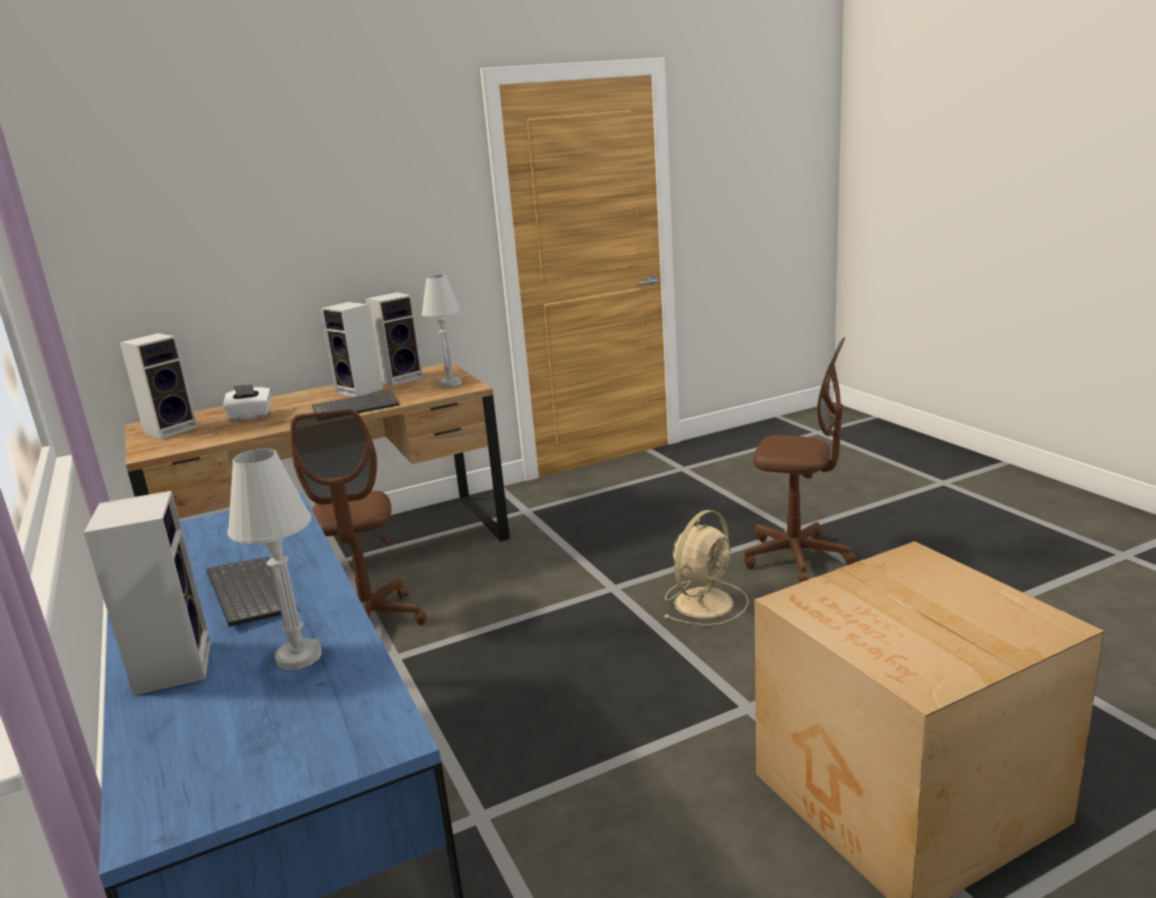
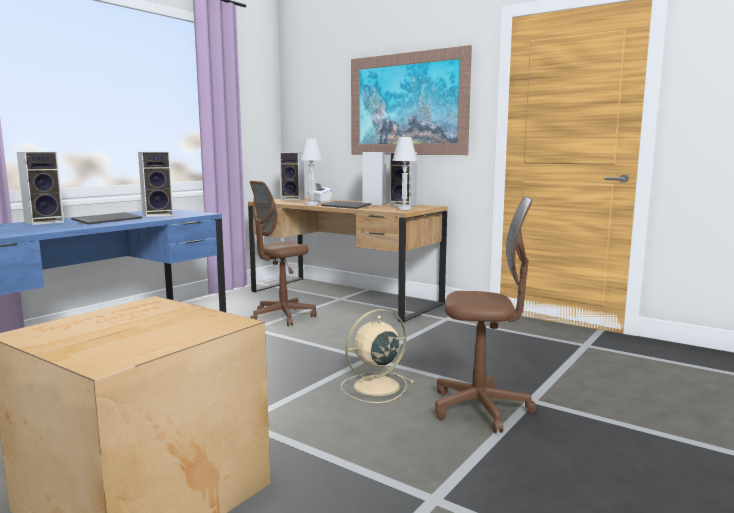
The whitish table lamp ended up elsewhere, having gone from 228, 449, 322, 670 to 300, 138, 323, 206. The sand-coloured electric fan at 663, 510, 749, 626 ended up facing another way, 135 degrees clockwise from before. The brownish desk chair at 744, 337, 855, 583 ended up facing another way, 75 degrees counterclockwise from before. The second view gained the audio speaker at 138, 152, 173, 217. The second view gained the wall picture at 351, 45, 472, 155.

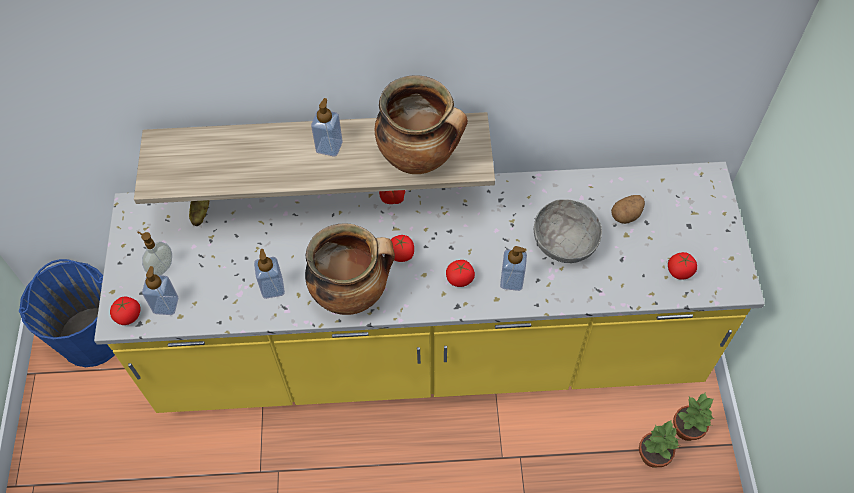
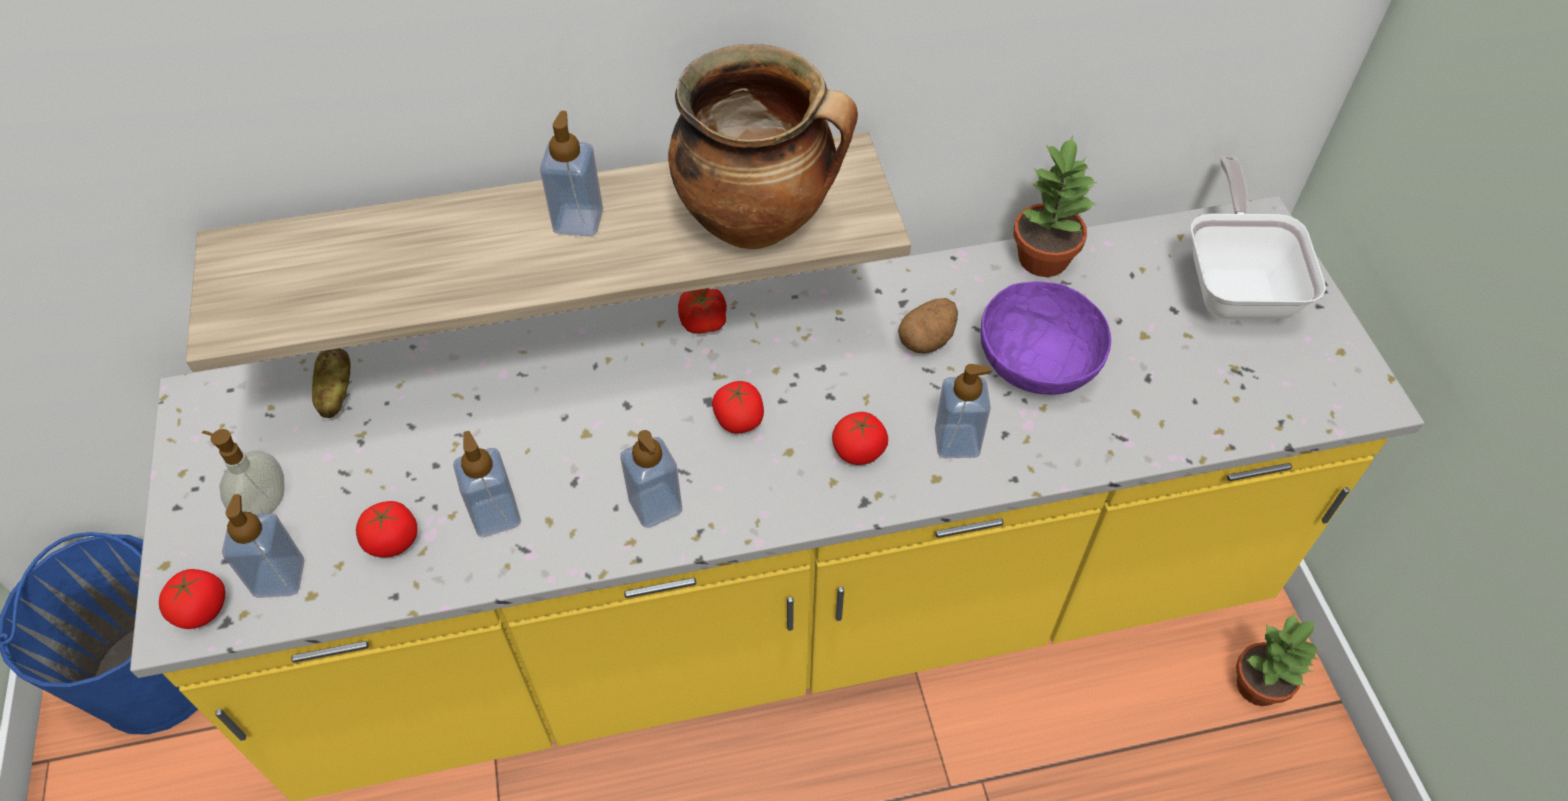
Where the cooking pot stood at 305, 223, 395, 315, the soap dispenser came to stand at 620, 430, 682, 528. What was the gray serving bowl at 534, 199, 602, 263 turned into the purplish serving bowl at 981, 281, 1111, 395. The potato ended up elsewhere, having gone from 611, 195, 645, 224 to 898, 298, 958, 354. The potted plant ended up elsewhere, having gone from 639, 420, 680, 468 to 1014, 136, 1097, 277. The tomato ended up elsewhere, having gone from 668, 252, 697, 280 to 356, 501, 418, 558. The second view gained the pan at 1191, 156, 1326, 320.

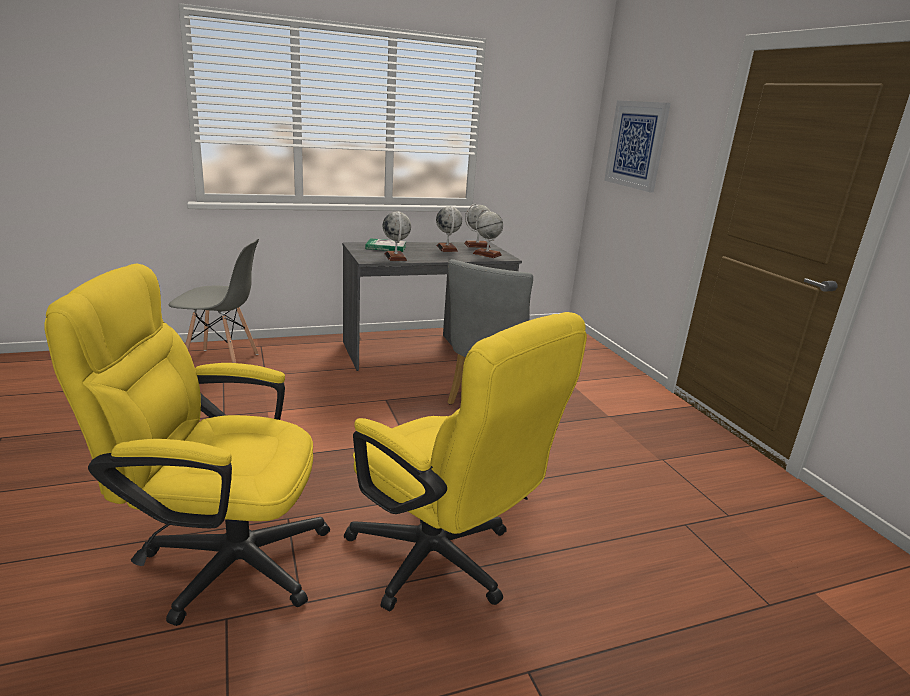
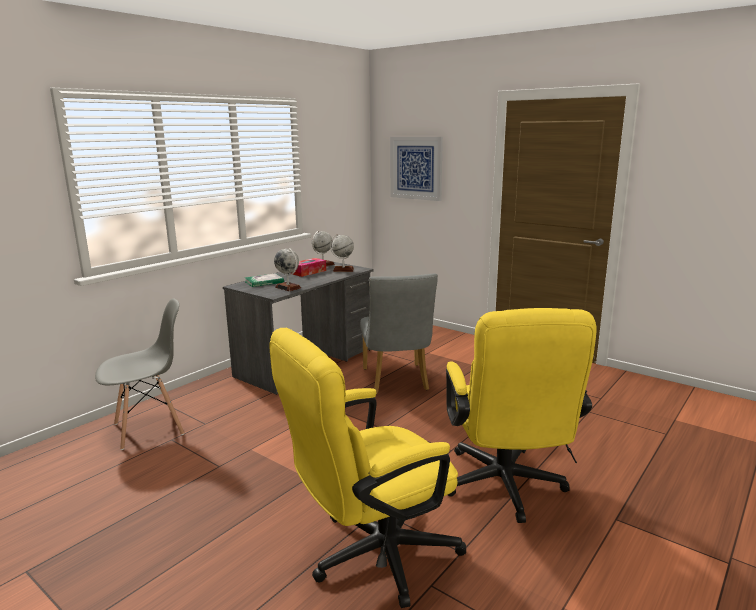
The yellow desk chair at 344, 312, 587, 611 ended up facing another way, 75 degrees clockwise from before. Where the globe stood at 436, 206, 462, 252, the box of tissues came to stand at 291, 258, 326, 277.

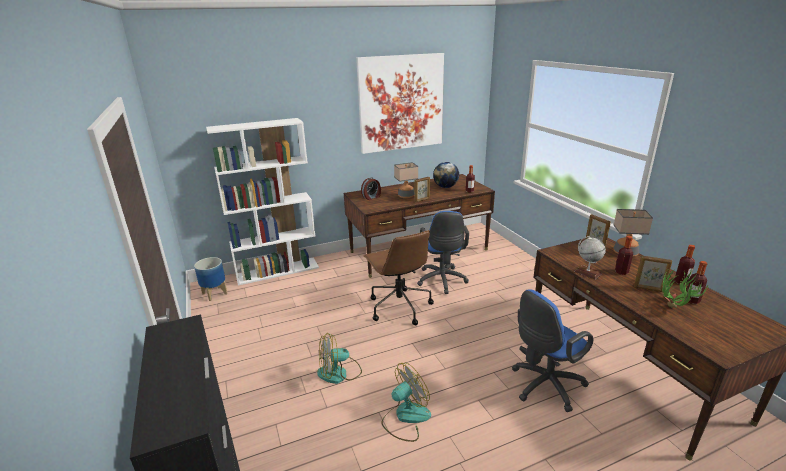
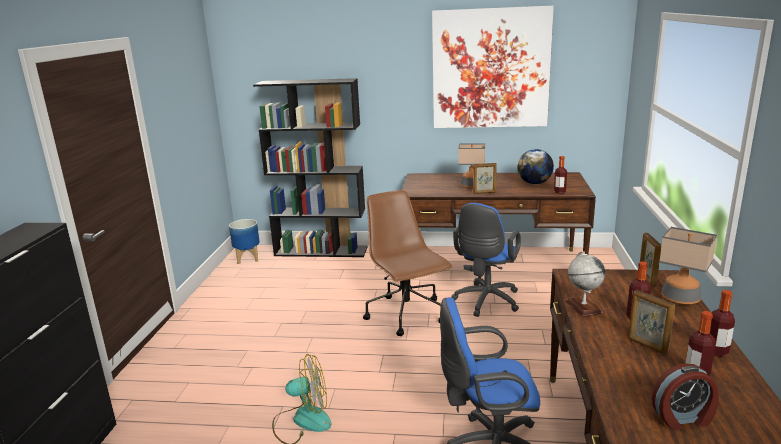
What was the whitish bookcase at 206, 118, 319, 286 turned into the blackish bookcase at 253, 78, 368, 257. The second view lost the electric fan at 317, 333, 362, 384. The alarm clock ended up elsewhere, having gone from 361, 178, 381, 200 to 652, 363, 719, 430. The brownish desk chair at 363, 230, 434, 325 ended up facing another way, 150 degrees clockwise from before. The second view lost the potted plant at 662, 268, 710, 308.

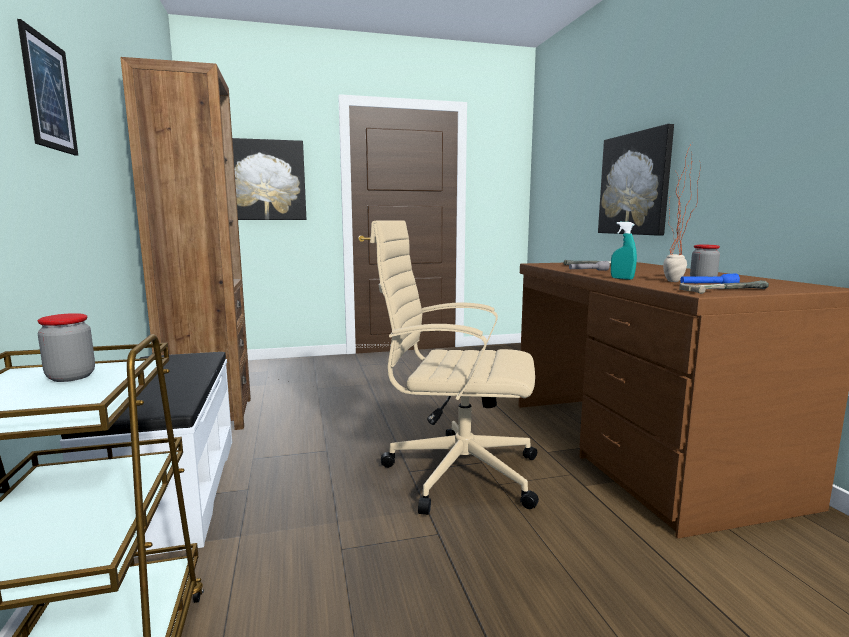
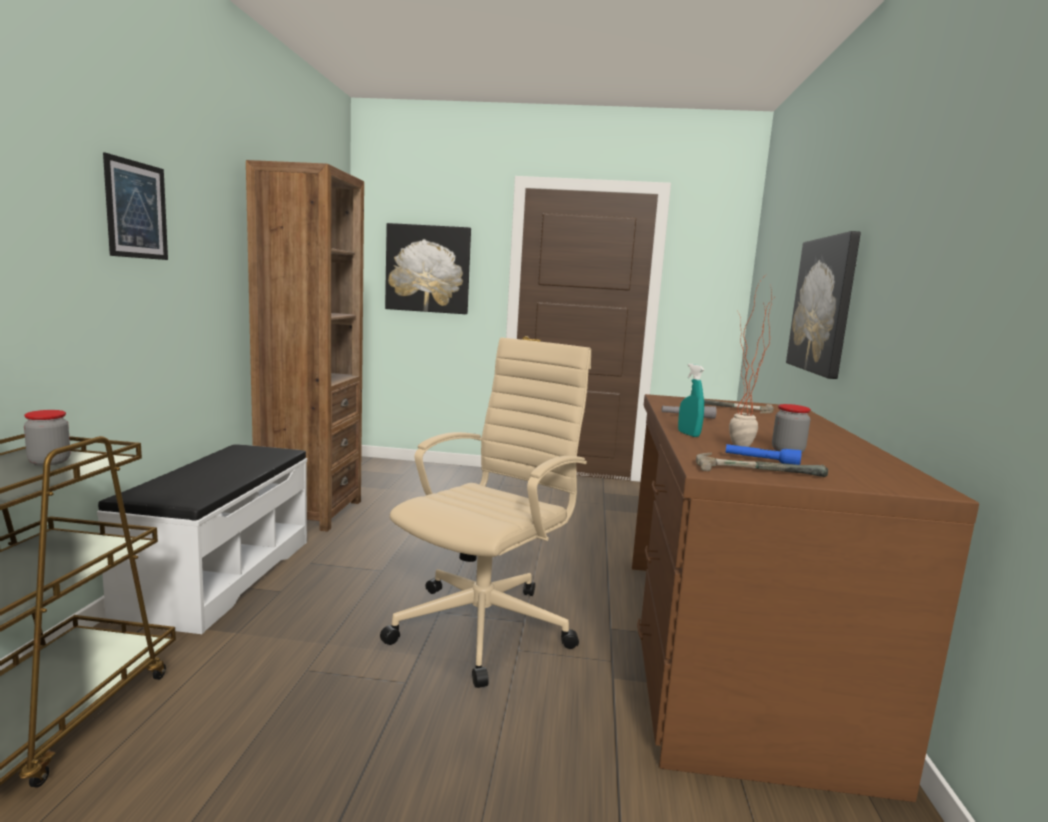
The sand-coloured desk chair at 370, 220, 539, 515 ended up facing another way, 90 degrees clockwise from before.

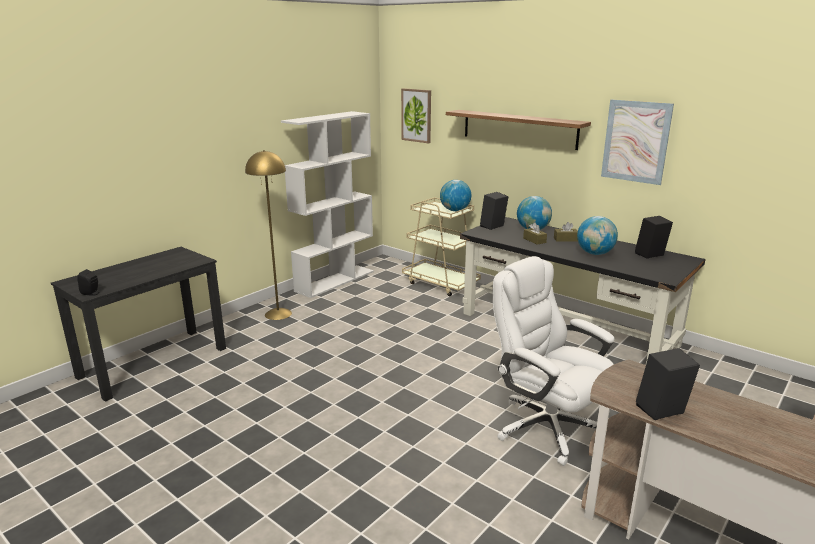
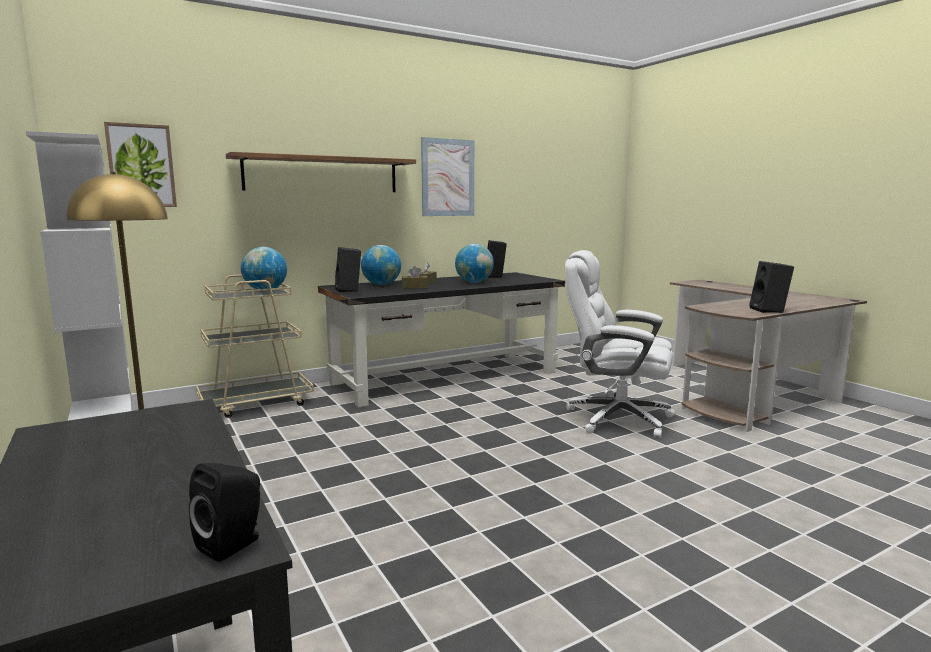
The whitish desk chair at 492, 256, 615, 466 ended up facing another way, 45 degrees clockwise from before.

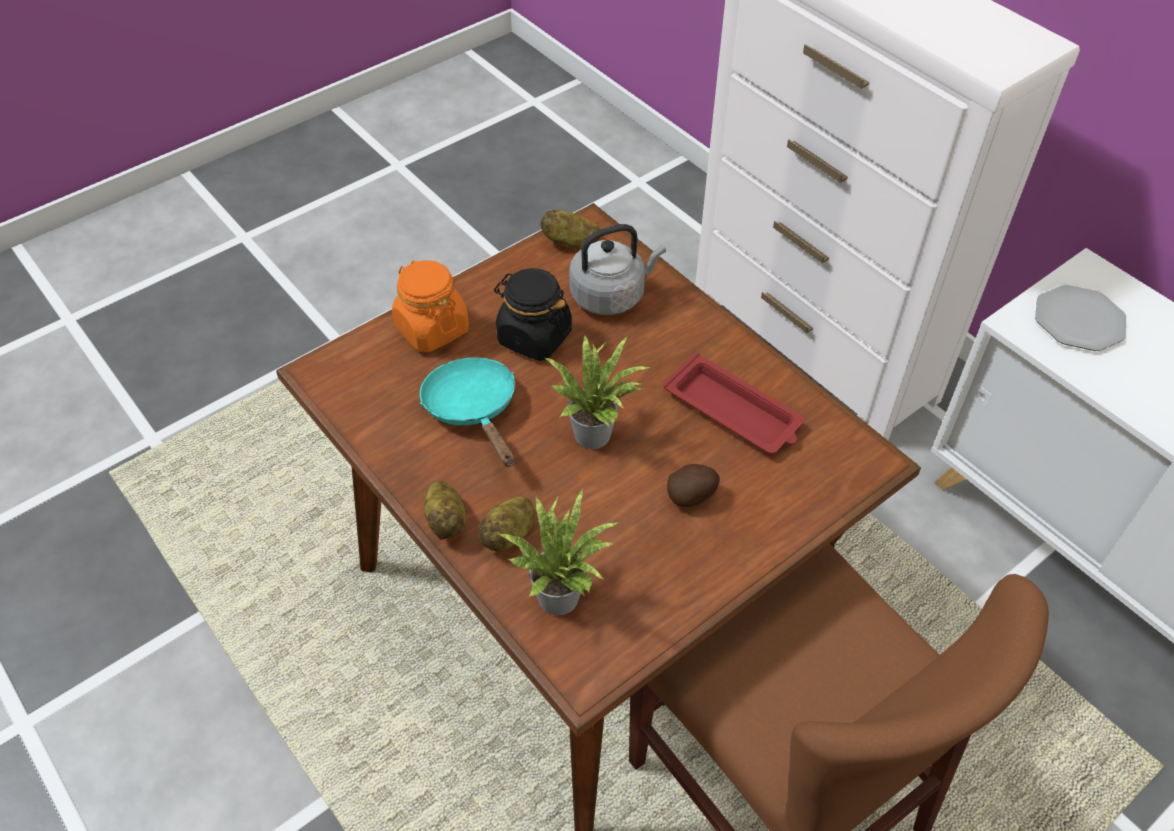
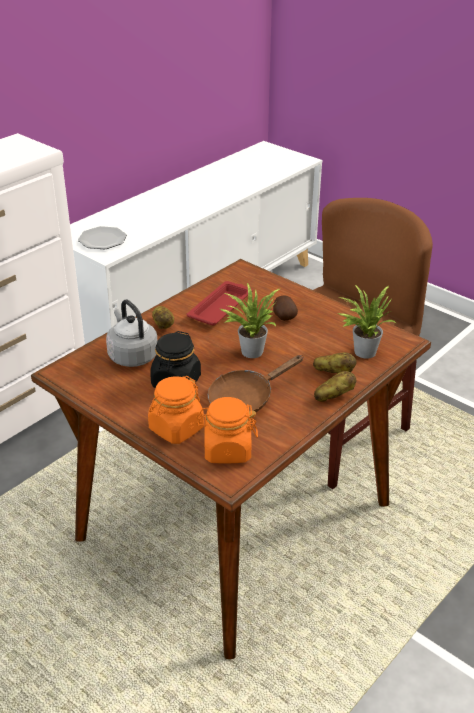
What was the turquoise pan at 420, 357, 515, 467 turned into the brownish pan at 208, 355, 304, 412. The potato ended up elsewhere, having gone from 541, 210, 600, 249 to 152, 306, 174, 329. The second view gained the orange storage jar at 196, 397, 258, 464.

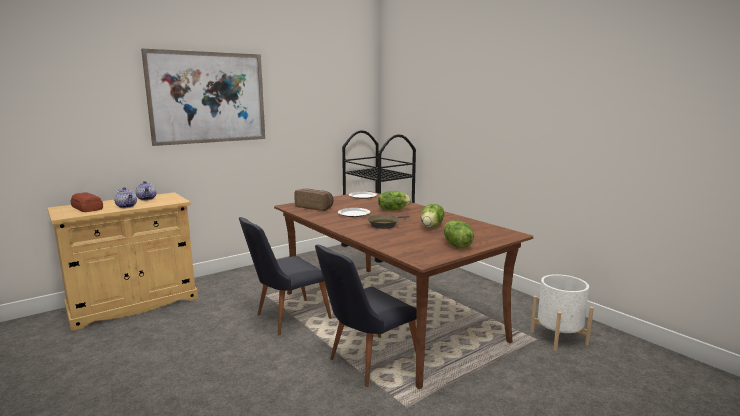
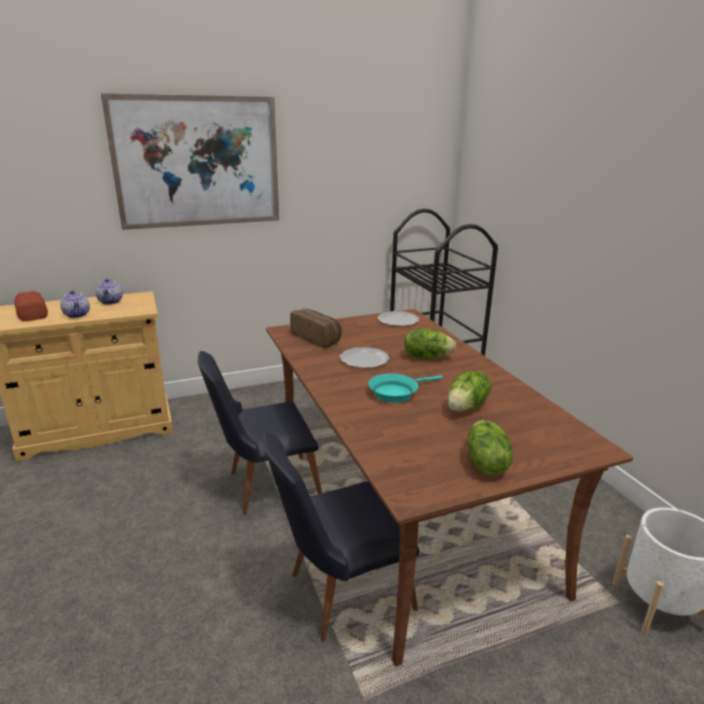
What was the brownish pan at 367, 215, 409, 229 turned into the turquoise pan at 368, 373, 442, 403.

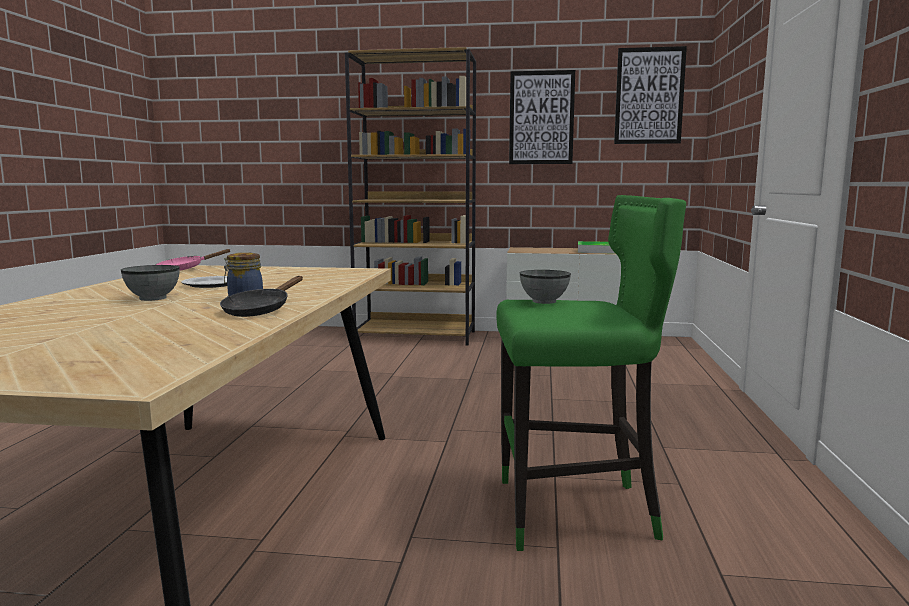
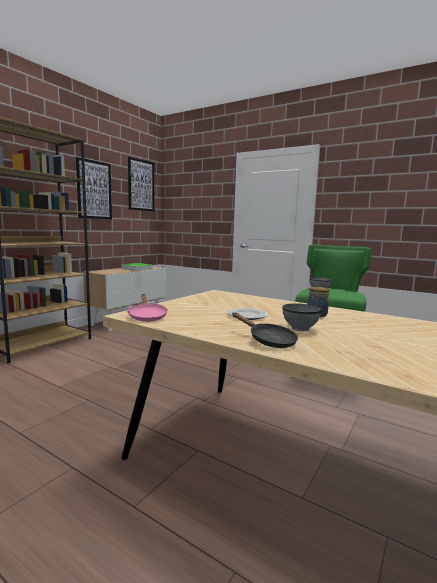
The blackish pan ended up elsewhere, having gone from 220, 276, 303, 317 to 232, 313, 298, 348.

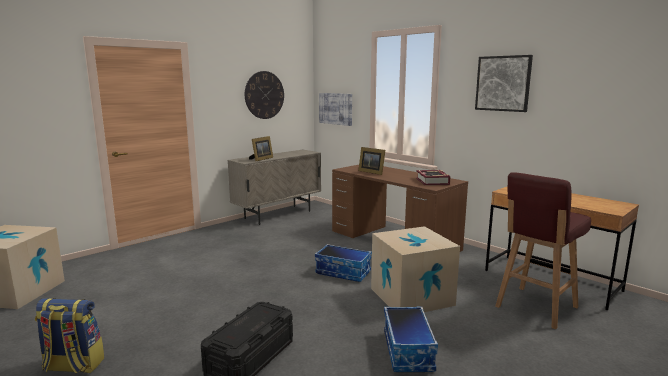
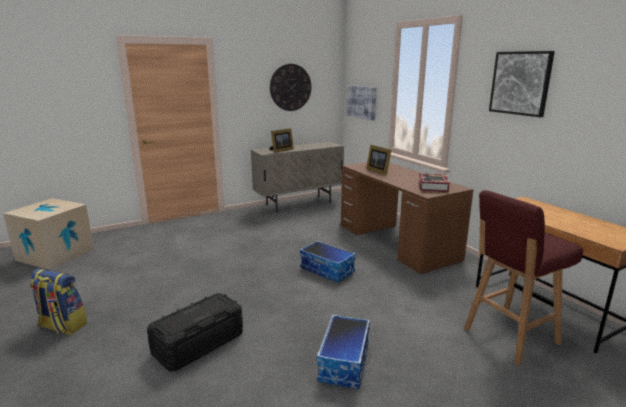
The second view lost the cardboard box at 371, 226, 460, 312.

